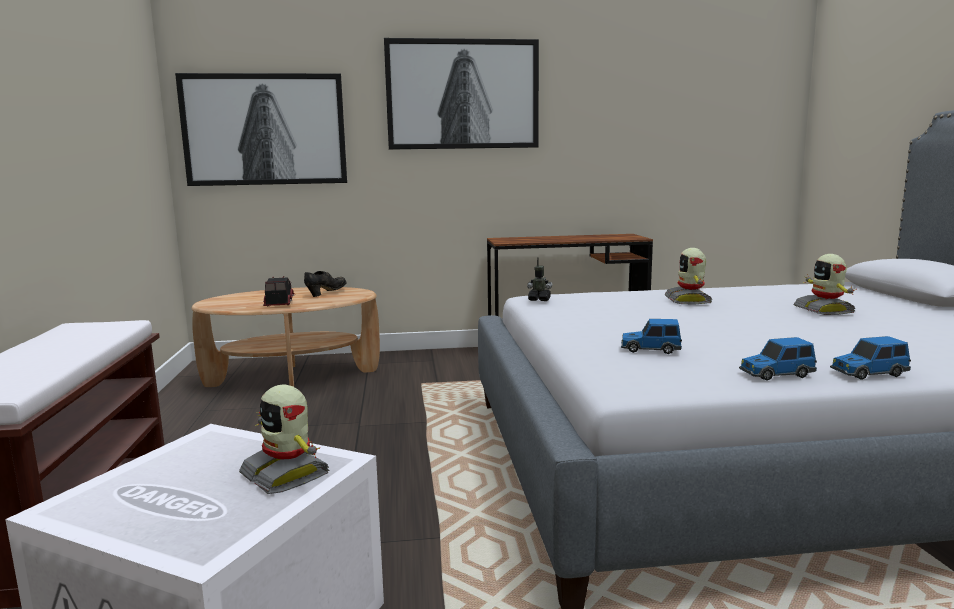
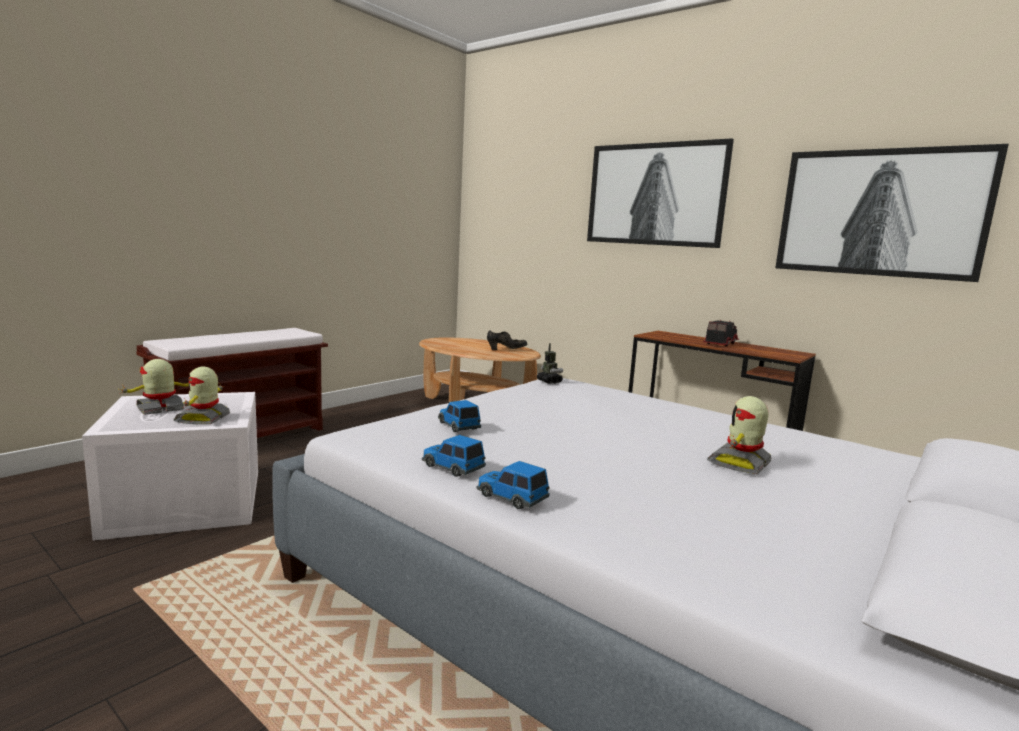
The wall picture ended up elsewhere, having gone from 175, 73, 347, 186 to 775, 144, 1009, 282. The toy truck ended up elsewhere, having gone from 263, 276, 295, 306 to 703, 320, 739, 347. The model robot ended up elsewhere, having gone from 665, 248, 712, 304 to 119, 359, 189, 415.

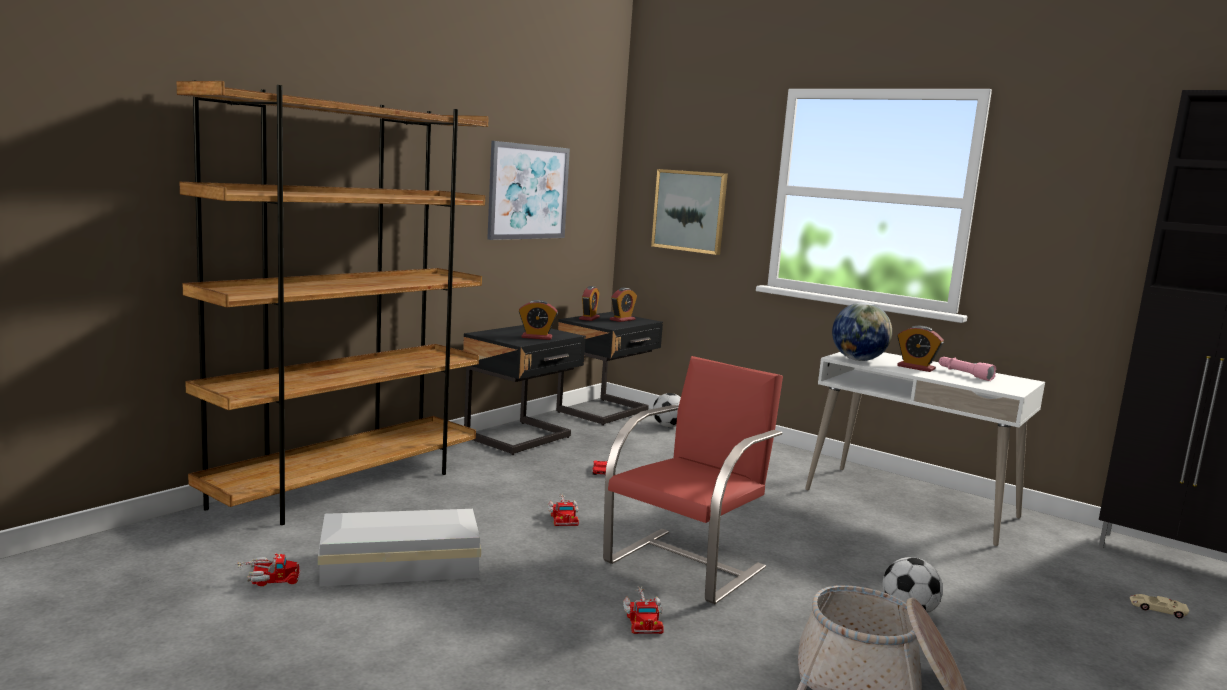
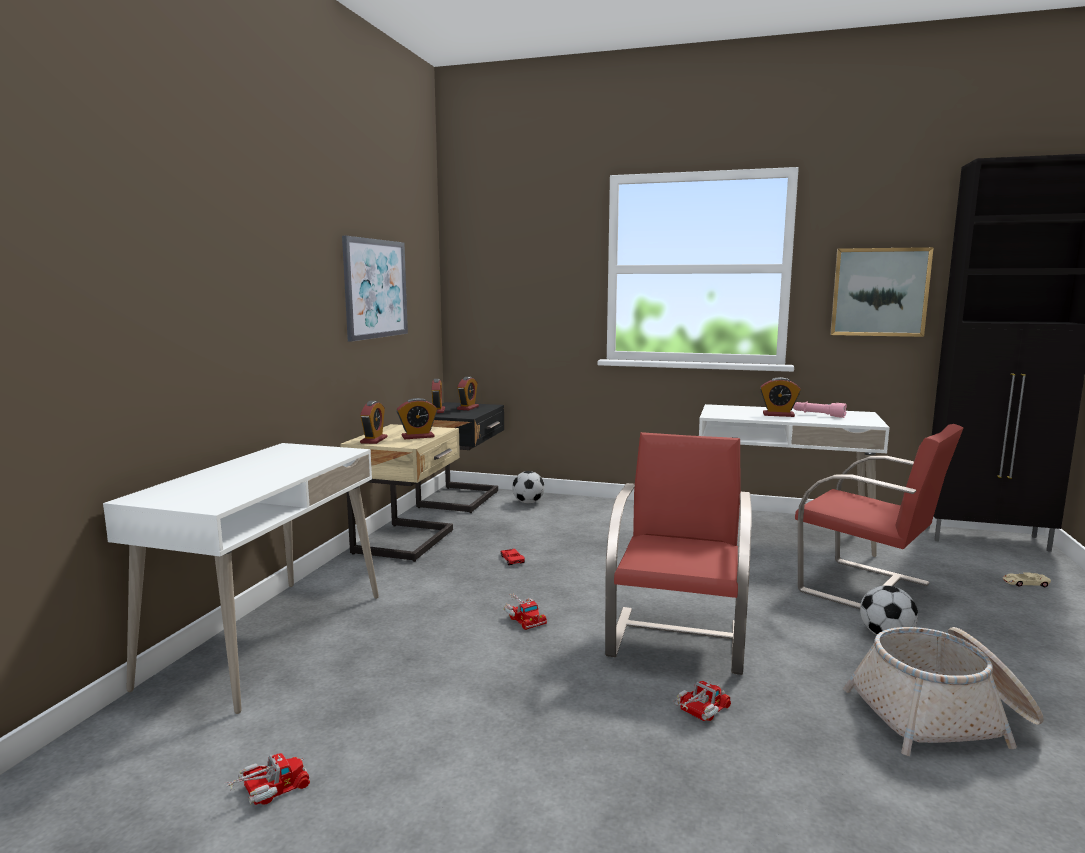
Where the brownish bookcase stood at 177, 80, 489, 525, the whitish desk unit came to stand at 103, 443, 379, 714. The second view lost the whitish storage container at 318, 509, 481, 587. What was the blackish night table at 463, 325, 586, 455 turned into the sand-coloured night table at 340, 424, 460, 562. The toy truck at 623, 586, 664, 634 ended up facing another way, 105 degrees counterclockwise from before. The wall picture ended up elsewhere, having gone from 651, 169, 728, 255 to 830, 247, 934, 337. The second view lost the globe at 832, 302, 892, 361. The second view gained the alarm clock at 360, 401, 388, 444. The second view gained the red upright chair at 795, 424, 963, 609.

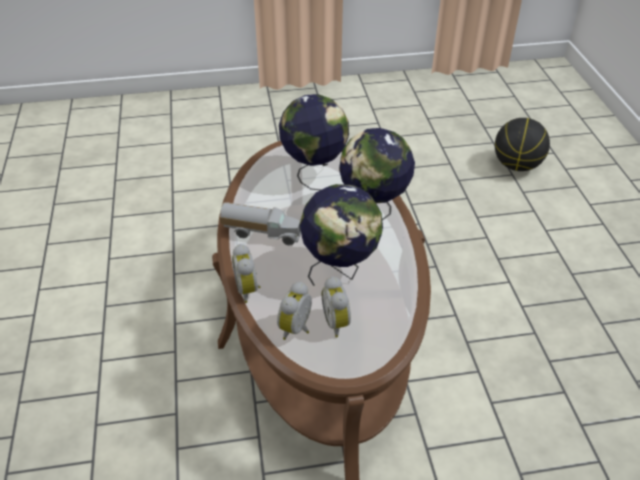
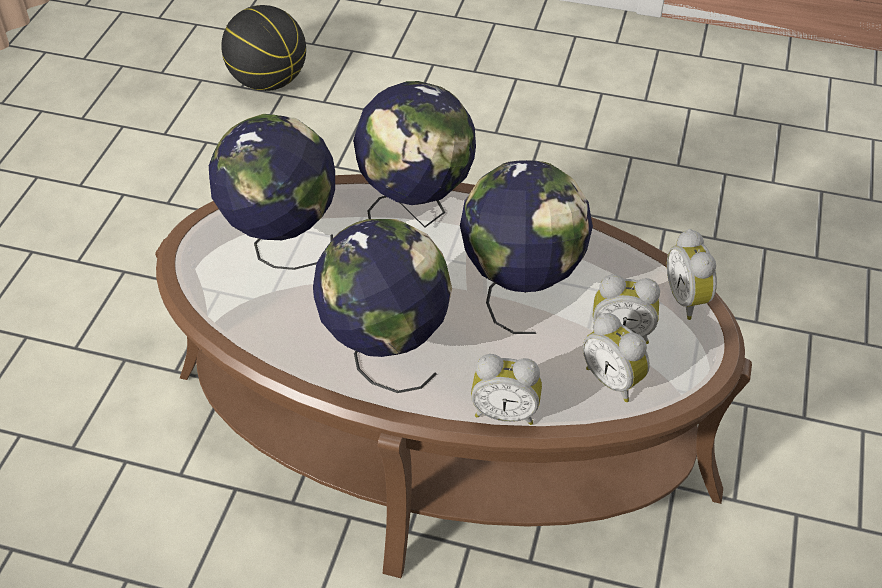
Where the toy truck stood at 220, 202, 301, 245, the globe came to stand at 313, 219, 452, 393. The second view gained the alarm clock at 667, 229, 717, 320.

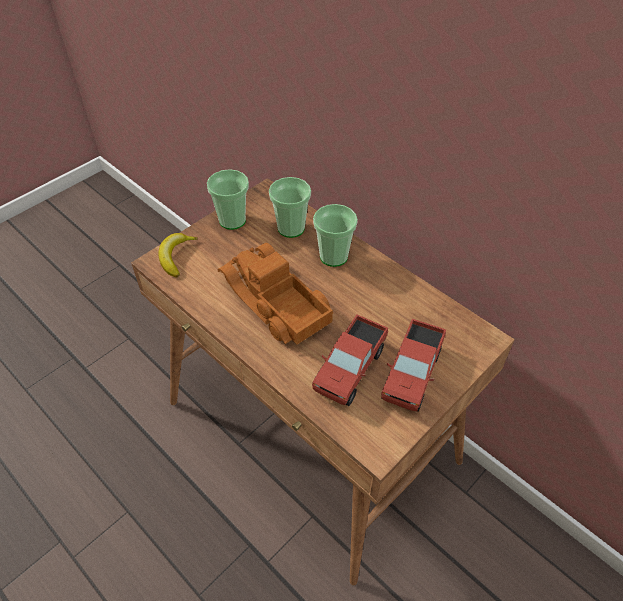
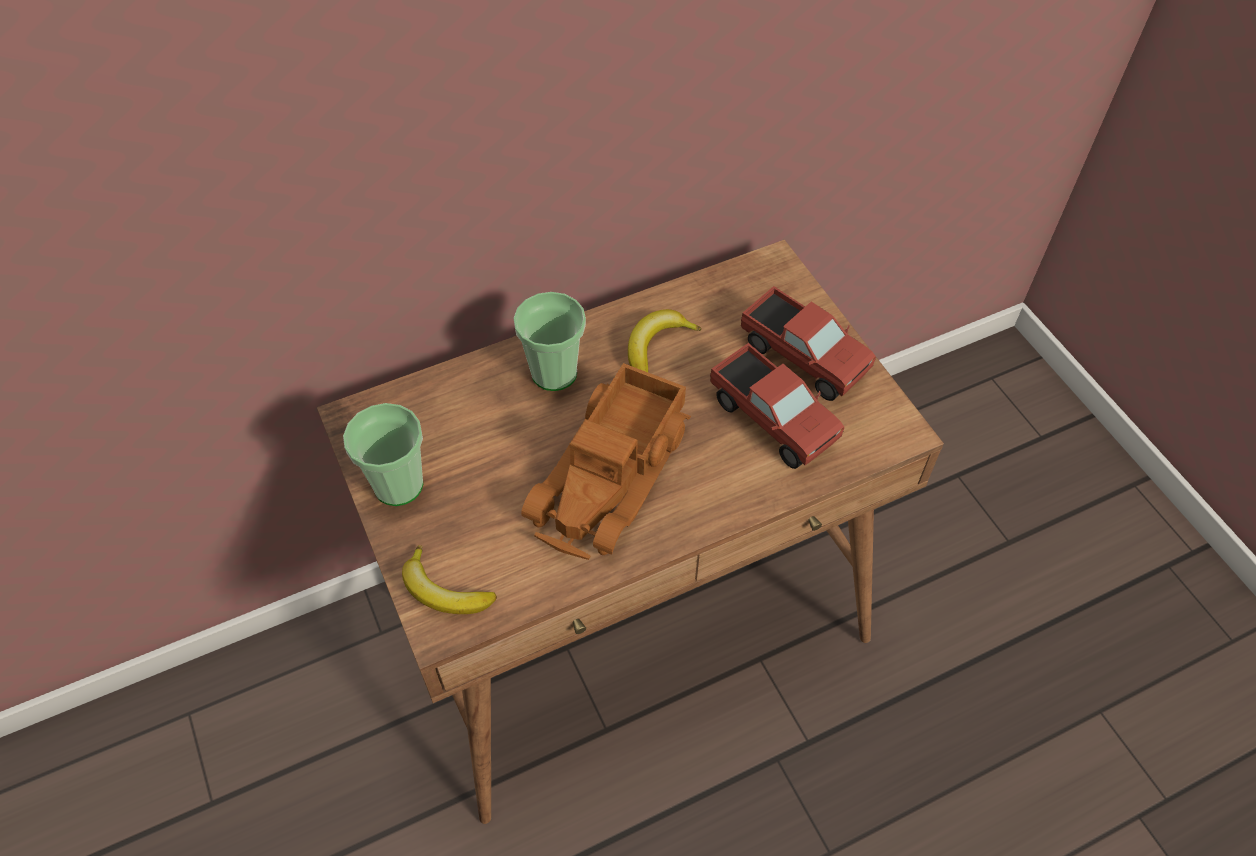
The toy truck at 218, 243, 333, 345 ended up facing another way, 45 degrees counterclockwise from before. The second view lost the small cup at 269, 177, 311, 238. The second view gained the banana at 628, 309, 702, 372.

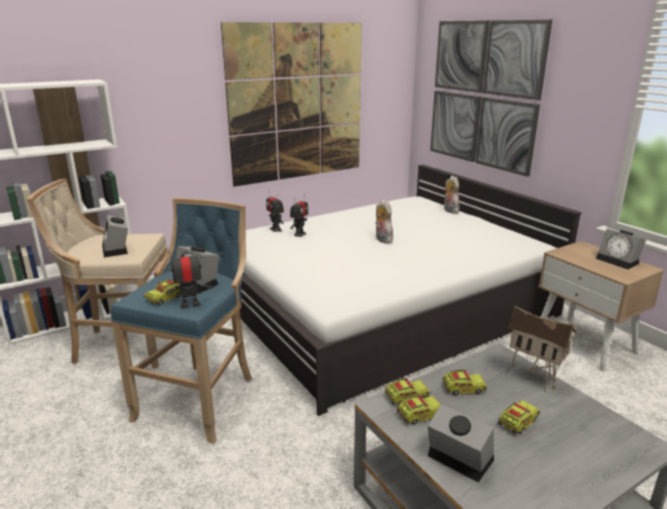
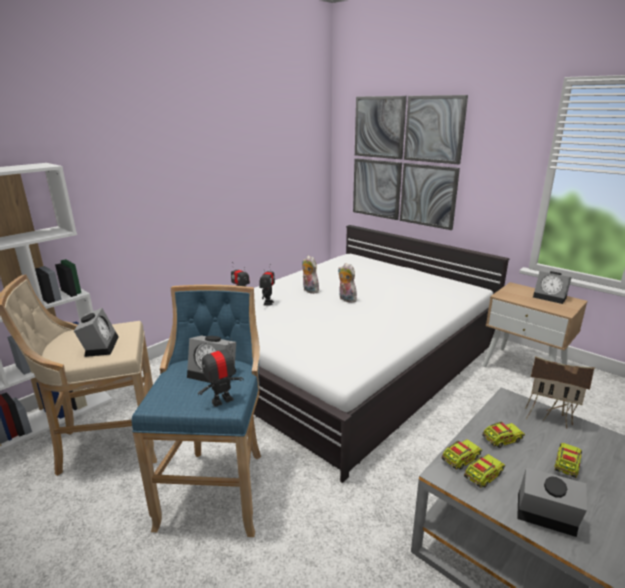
The alarm clock at 102, 215, 128, 257 ended up facing another way, 150 degrees counterclockwise from before. The second view lost the toy truck at 144, 279, 181, 305. The second view lost the wall picture at 221, 22, 362, 187. The plush toy ended up elsewhere, having gone from 444, 176, 461, 213 to 302, 255, 319, 294.

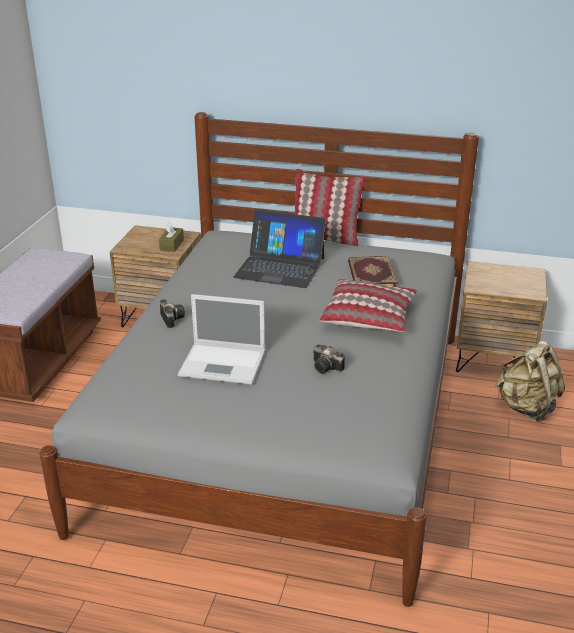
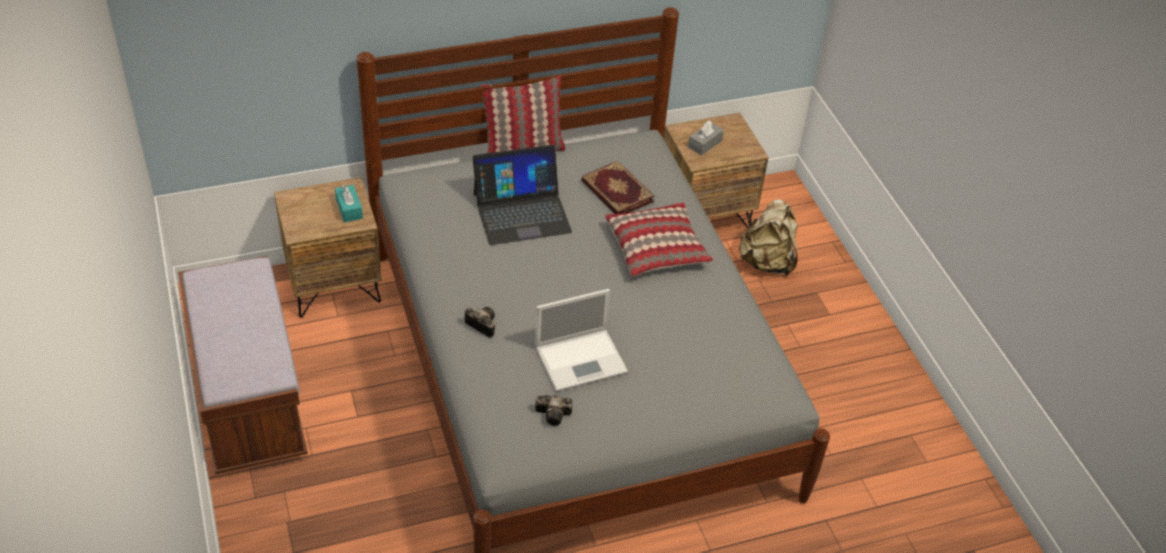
What was the brownish box of tissues at 159, 222, 184, 252 turned into the turquoise box of tissues at 335, 185, 363, 223. The photo camera ended up elsewhere, having gone from 313, 345, 345, 373 to 535, 395, 573, 426. The second view gained the gray box of tissues at 688, 120, 724, 155.

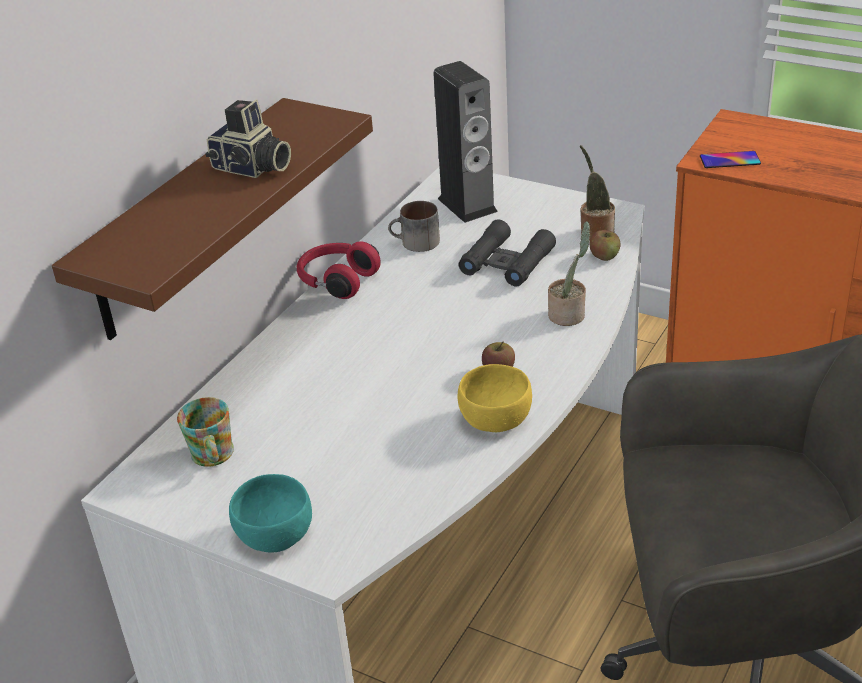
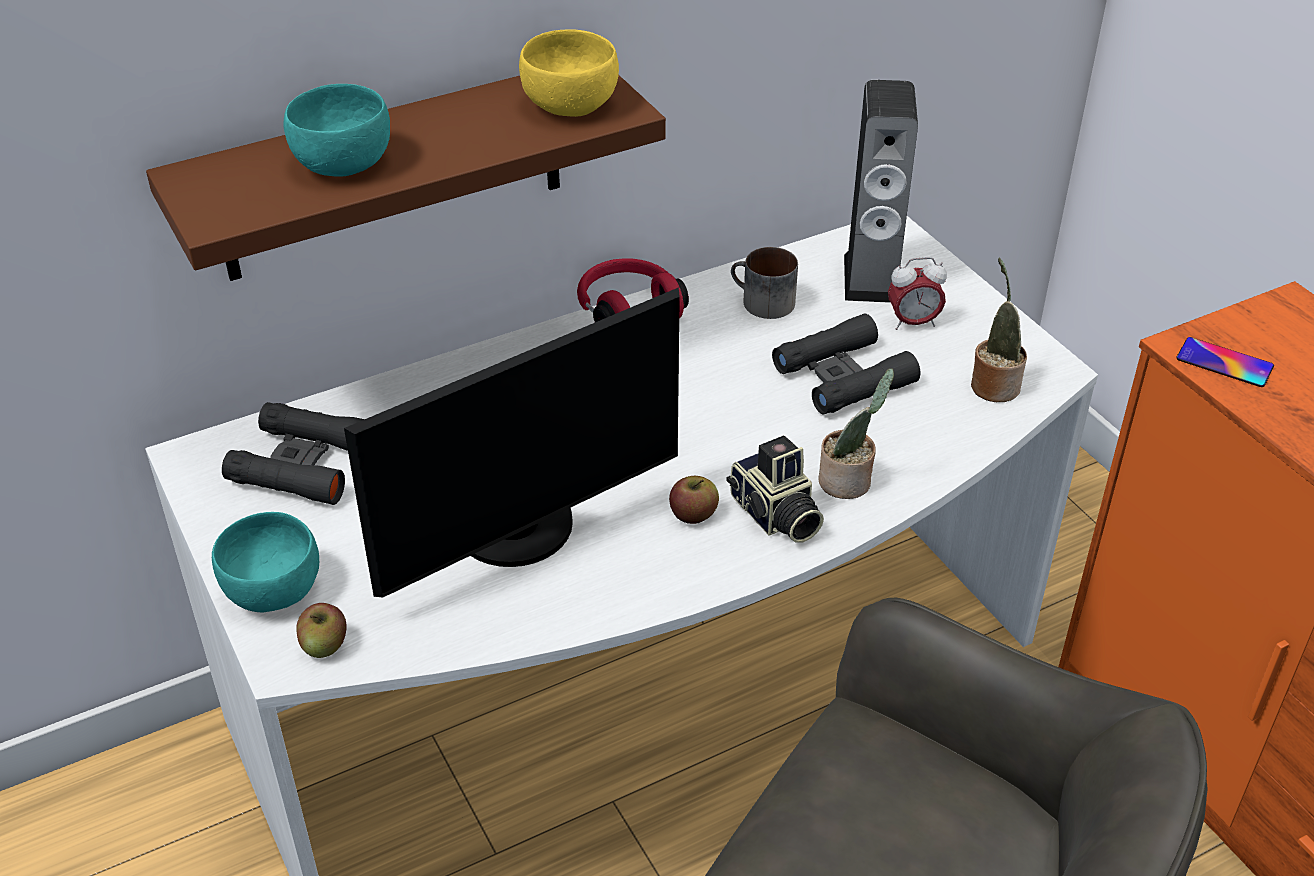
Where the mug stood at 177, 397, 234, 467, the blackish binoculars came to stand at 222, 402, 364, 505. The photo camera ended up elsewhere, having gone from 205, 100, 291, 178 to 727, 435, 824, 543. The yellow serving bowl ended up elsewhere, having gone from 458, 364, 532, 432 to 519, 30, 619, 117. The apple fruit ended up elsewhere, having gone from 590, 230, 621, 261 to 296, 603, 347, 658. The second view gained the turquoise serving bowl at 283, 84, 390, 177. The second view gained the monitor at 344, 287, 680, 598. The second view gained the alarm clock at 888, 257, 947, 330.

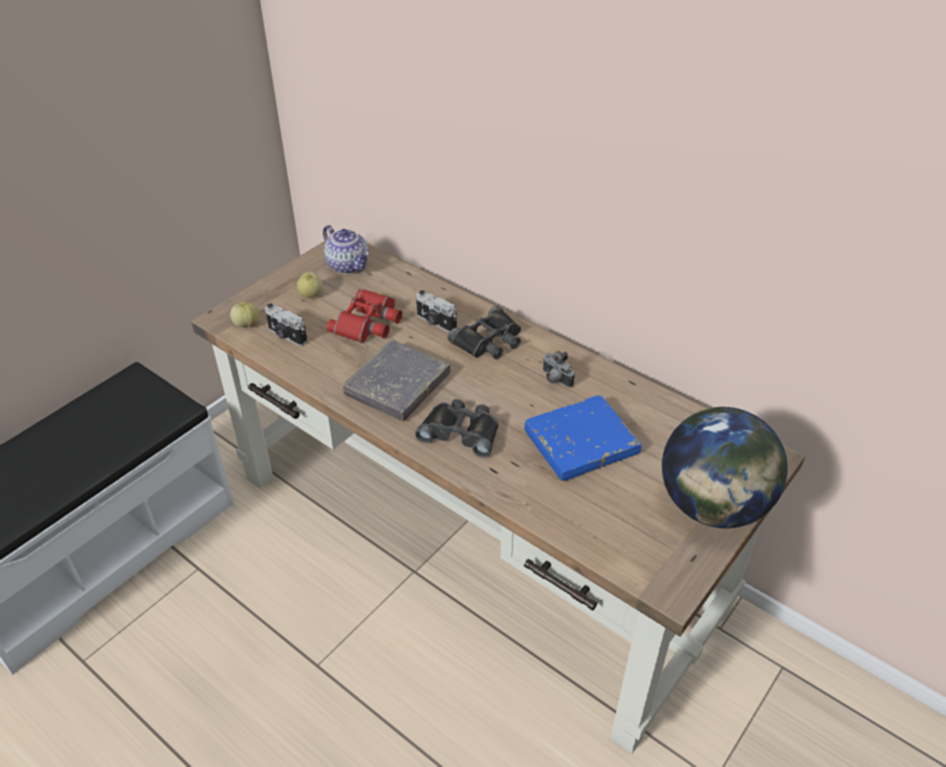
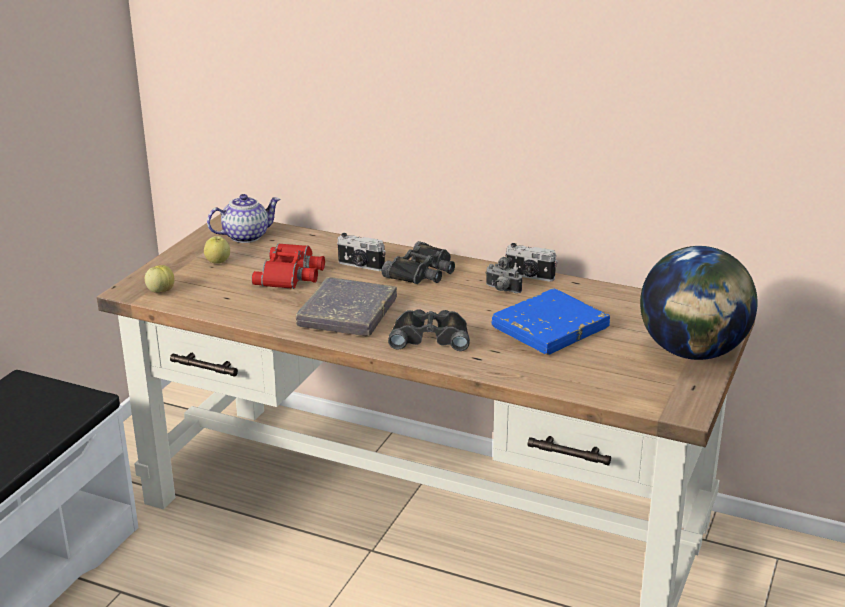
The photo camera ended up elsewhere, having gone from 265, 303, 307, 346 to 505, 243, 558, 282. The teapot at 323, 225, 369, 274 ended up facing another way, 60 degrees counterclockwise from before.

